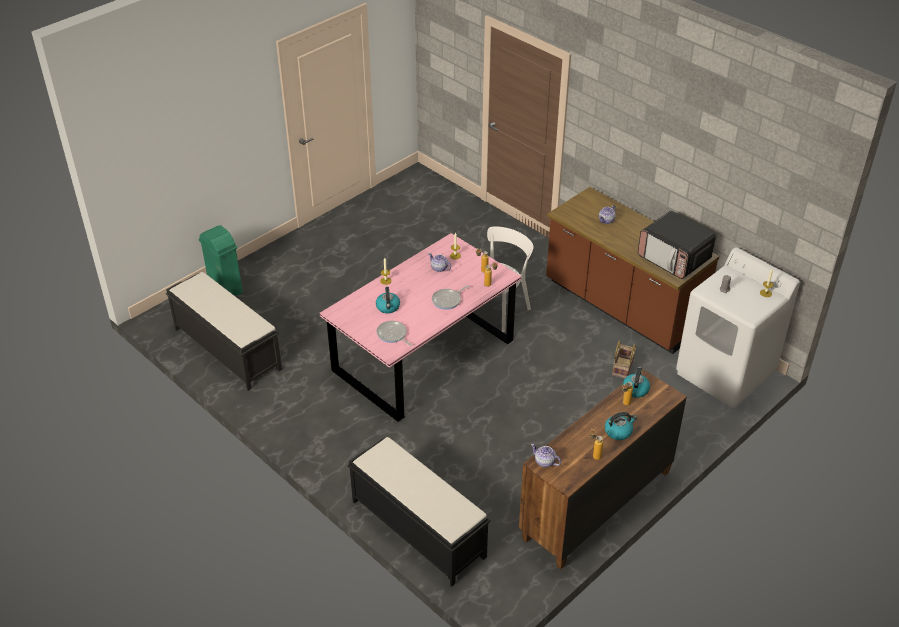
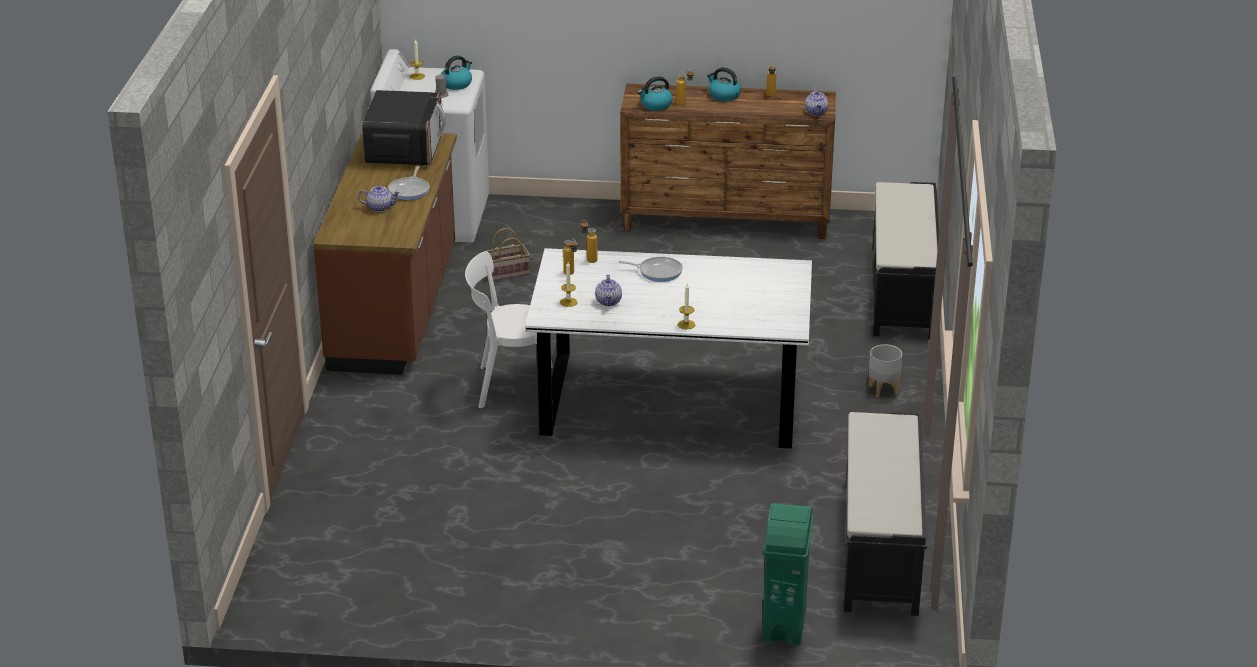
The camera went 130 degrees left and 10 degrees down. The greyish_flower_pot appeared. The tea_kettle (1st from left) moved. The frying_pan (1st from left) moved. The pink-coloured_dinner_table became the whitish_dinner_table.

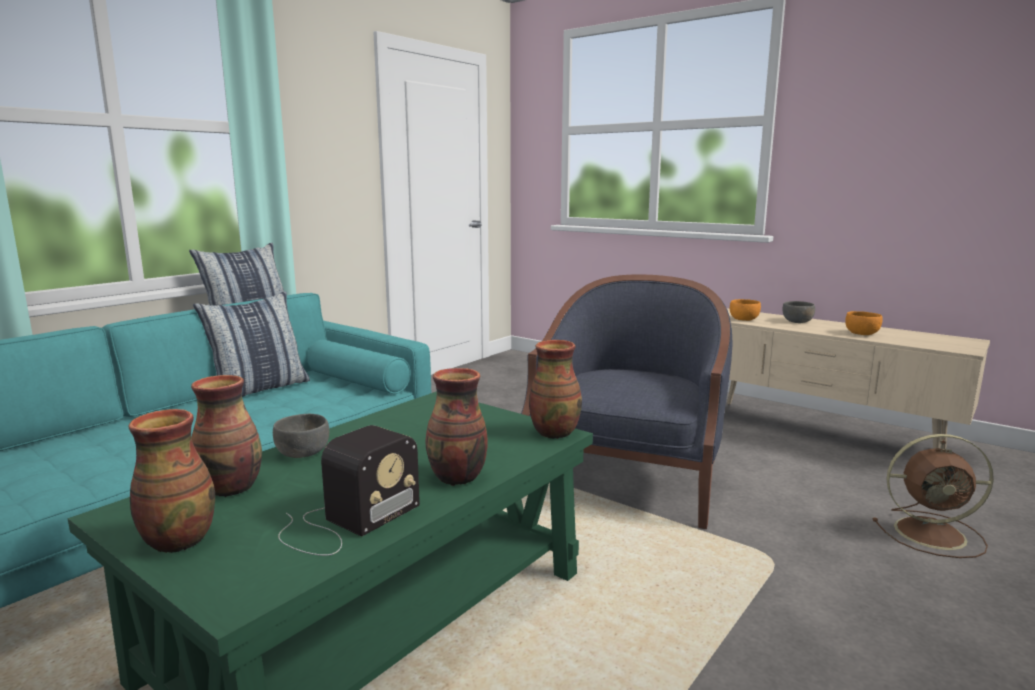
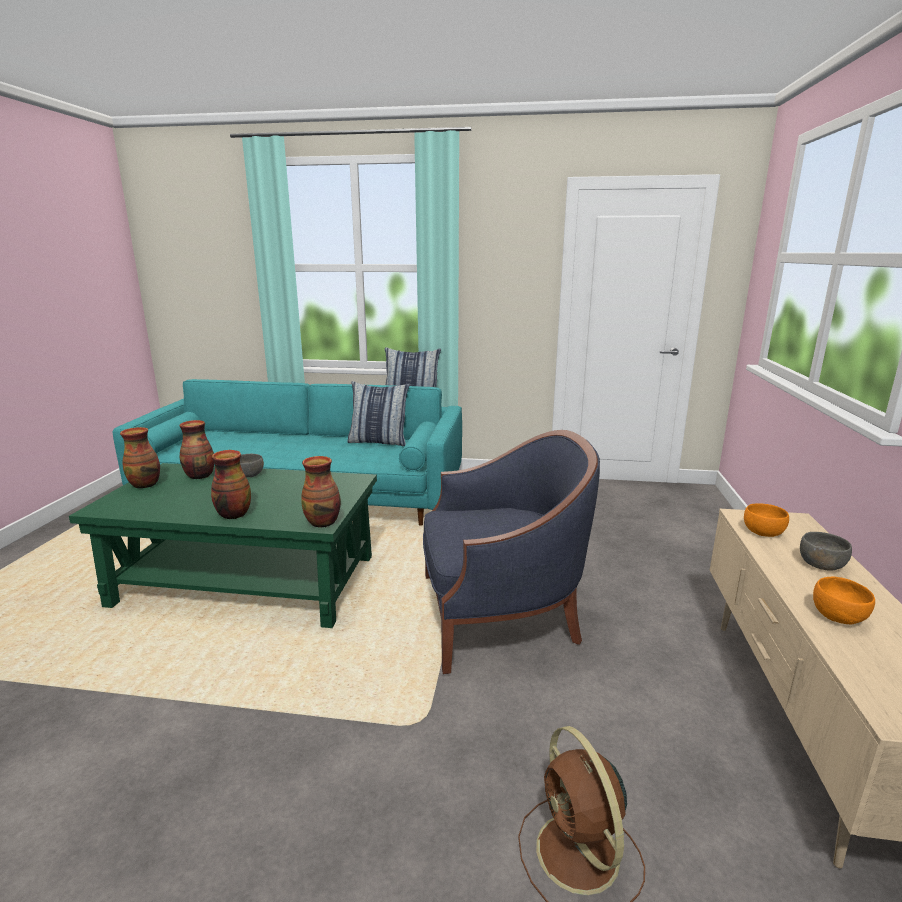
The camera went 60 degrees right and 5 degrees up. The radio_receiver disappeared.

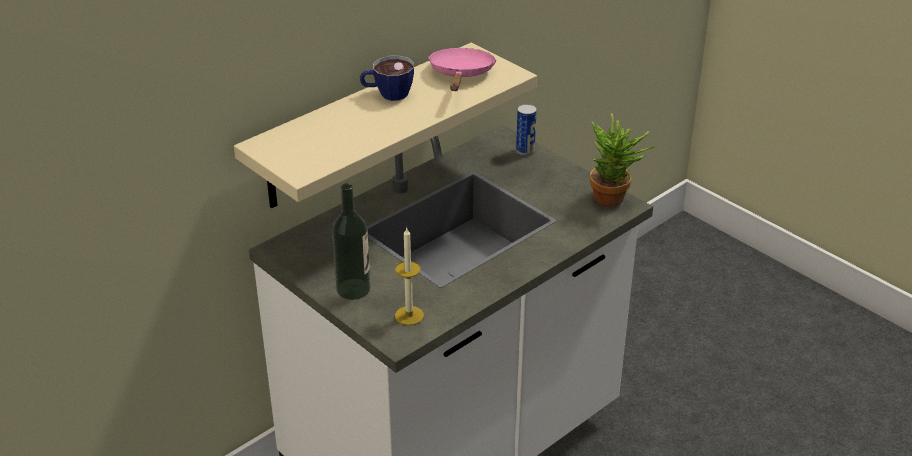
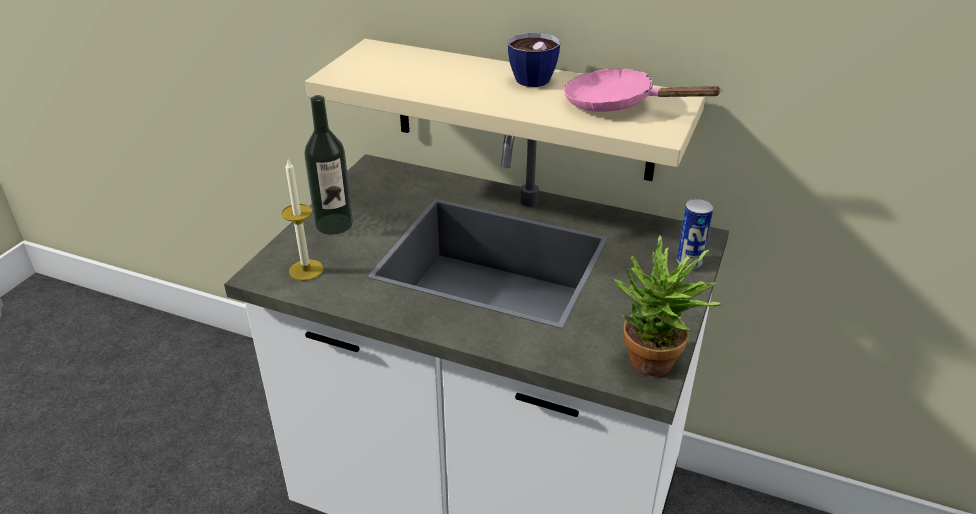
The camera went 65 degrees right and 0 degrees up. The pink-coloured_frying_pan turned 135 degrees counterclockwise.

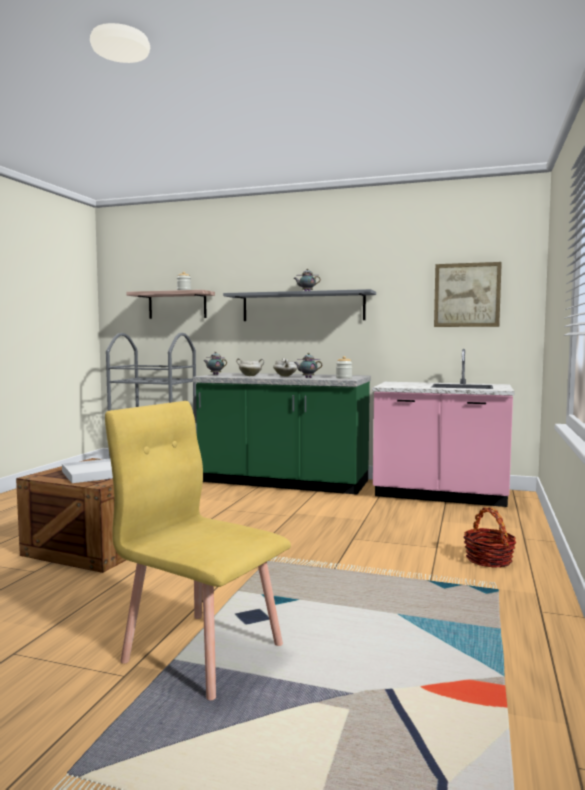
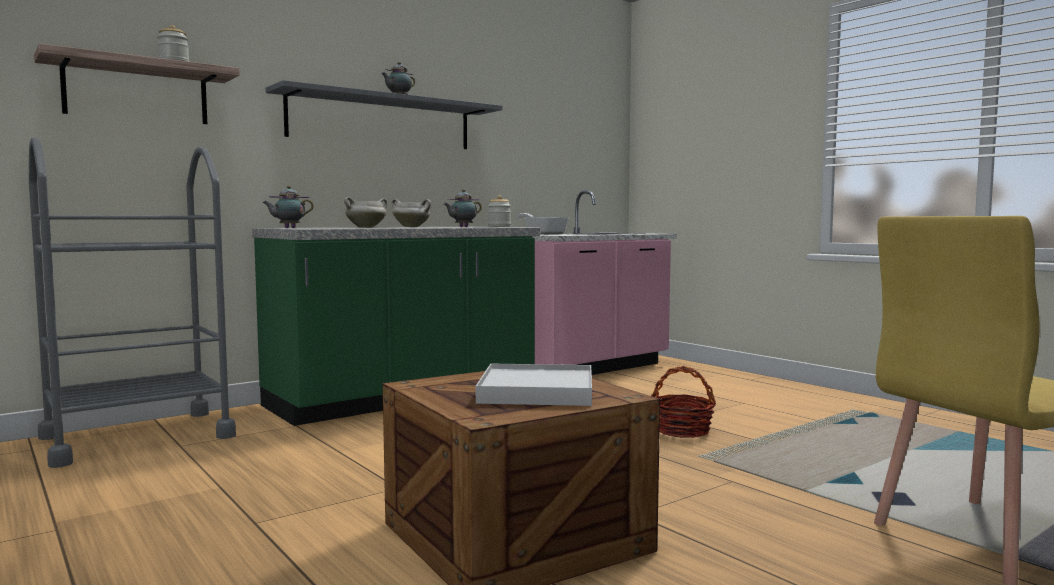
The camera went 55 degrees left and 0 degrees up. The wall_art disappeared. The frying_pan appeared. The household_basket moved.

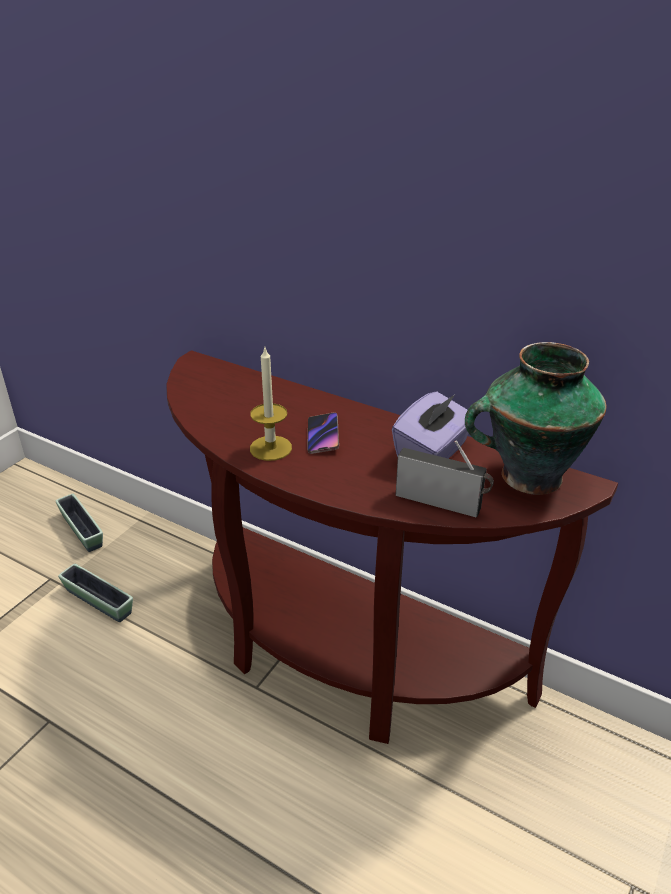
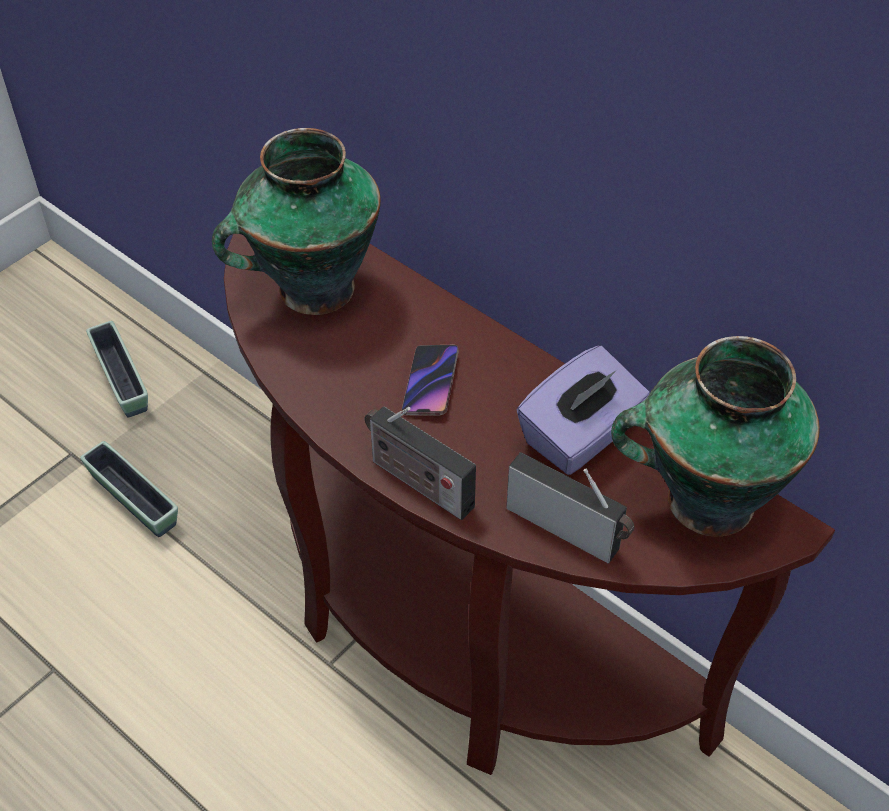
The camera went 10 degrees right and 15 degrees up. The wax_light disappeared. The flower_vase (1st from left) appeared. The radio_receiver (1st from left) appeared.

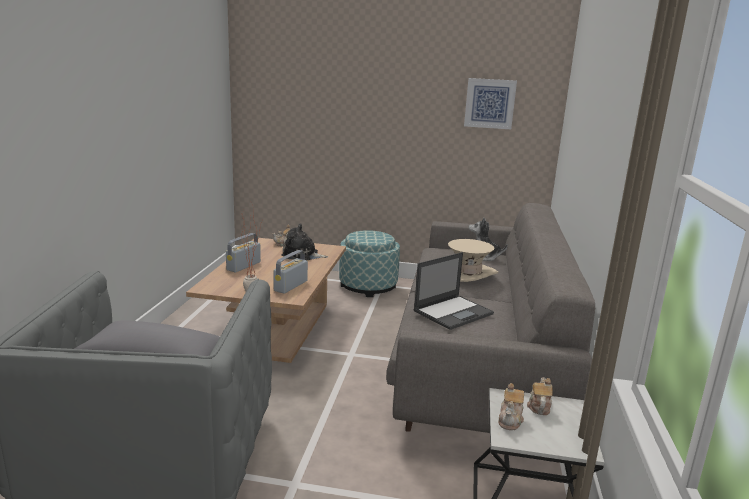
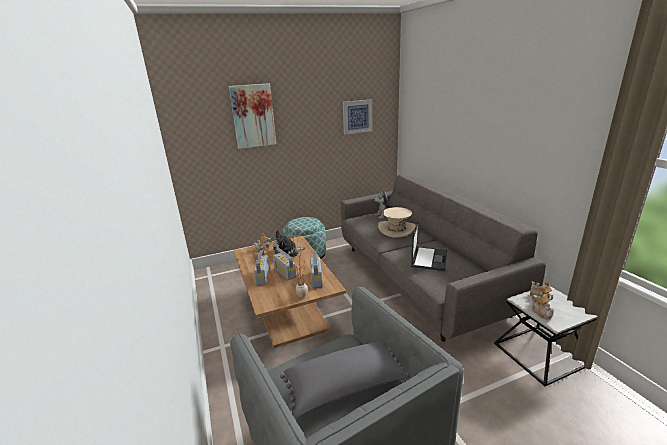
The camera went 30 degrees left and 5 degrees up. The wall_art (1st from left) appeared. The radio_receiver (2nd from left) appeared.

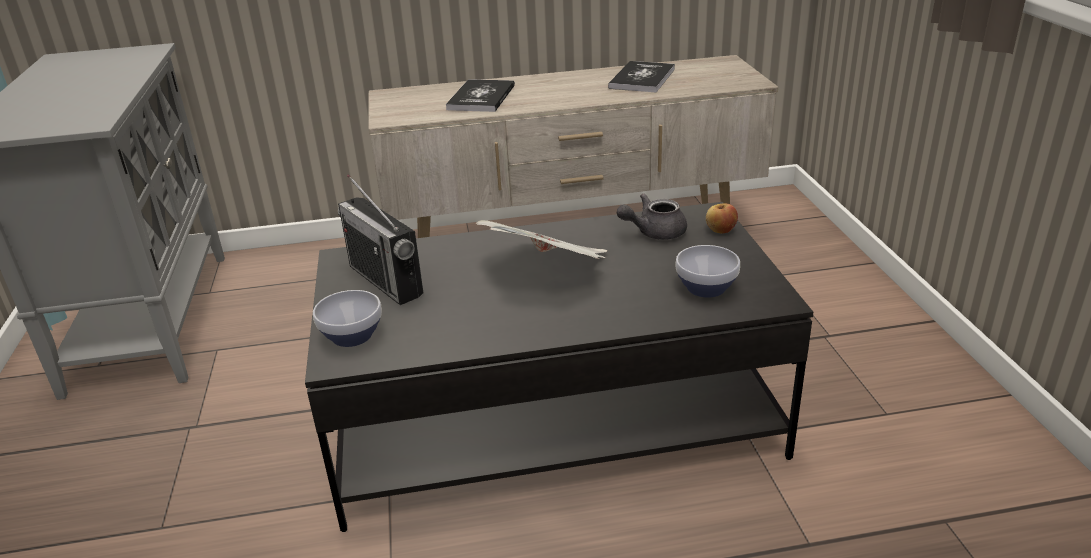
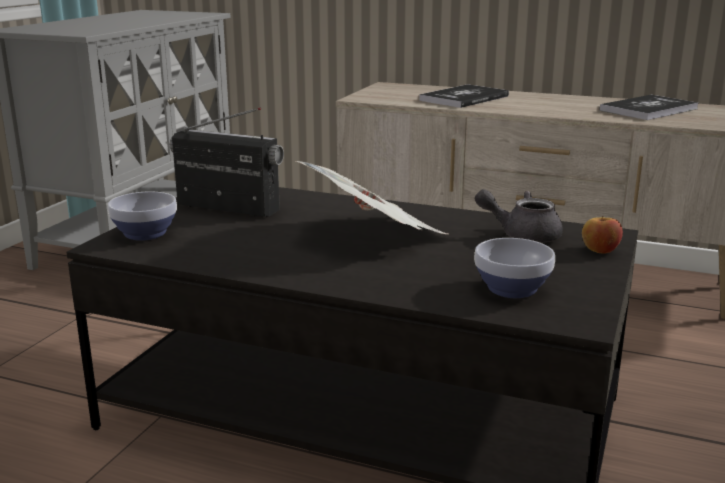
The camera went 30 degrees right and 10 degrees down. The radio_receiver turned 120 degrees clockwise.

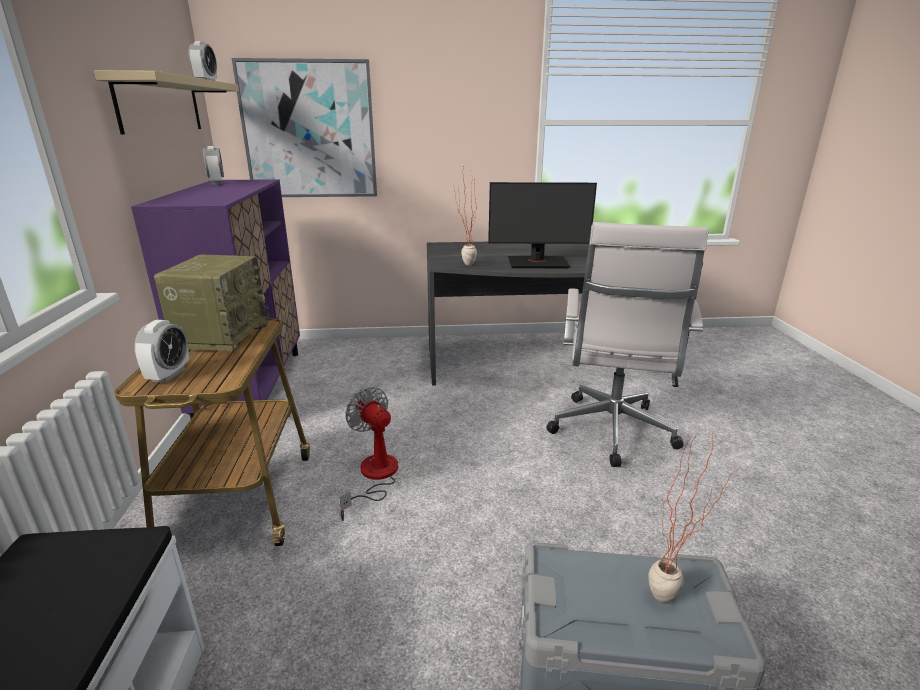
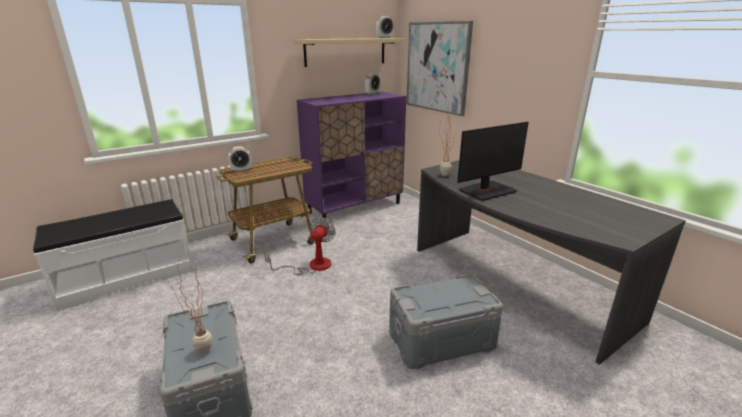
The camera went 60 degrees right and 0 degrees up. The radio_receiver disappeared. The whitish_desk_chair was replaced by the greyish_storage_container (2nd from left). The computer_display turned 90 degrees counterclockwise.

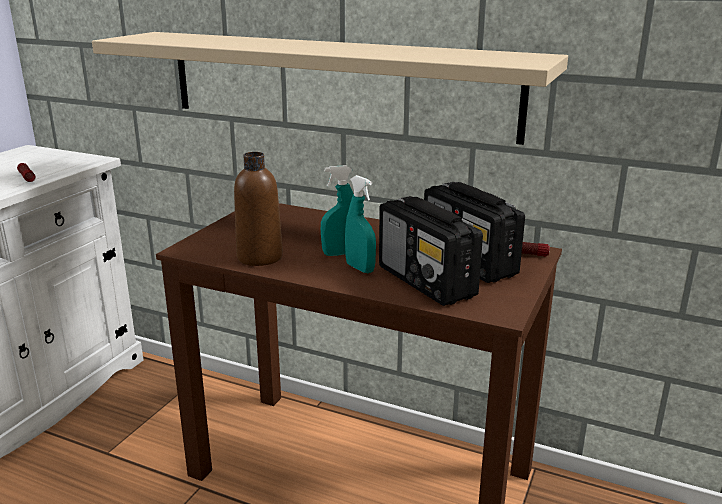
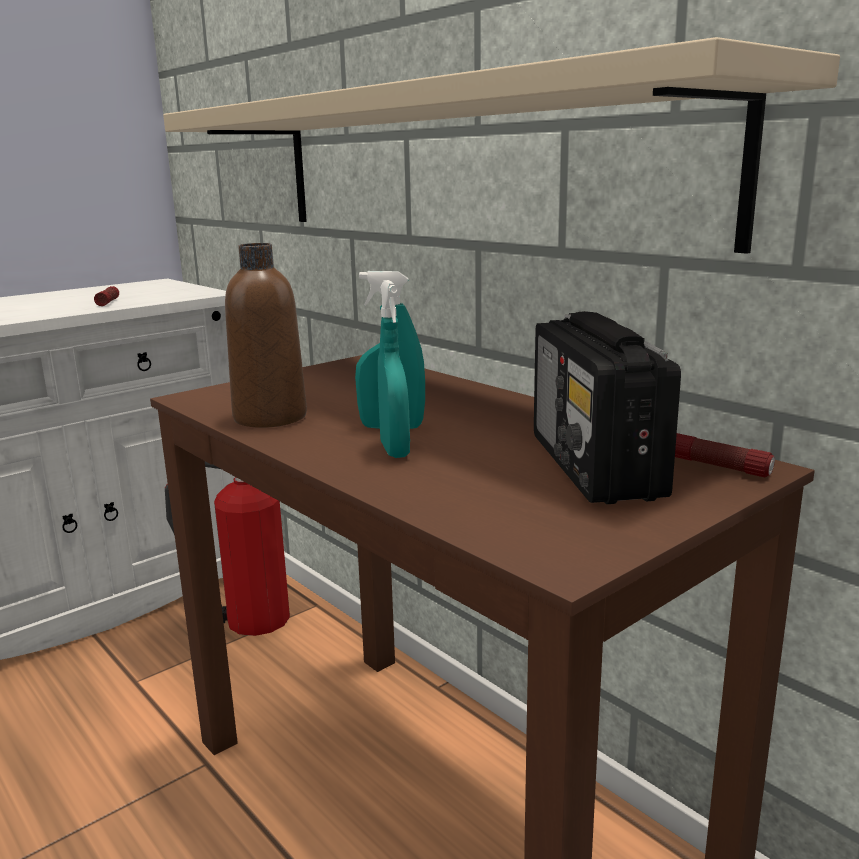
The camera went 25 degrees right and 5 degrees down. The radio_receiver (1st from left) disappeared. The fire_extinguisher appeared.

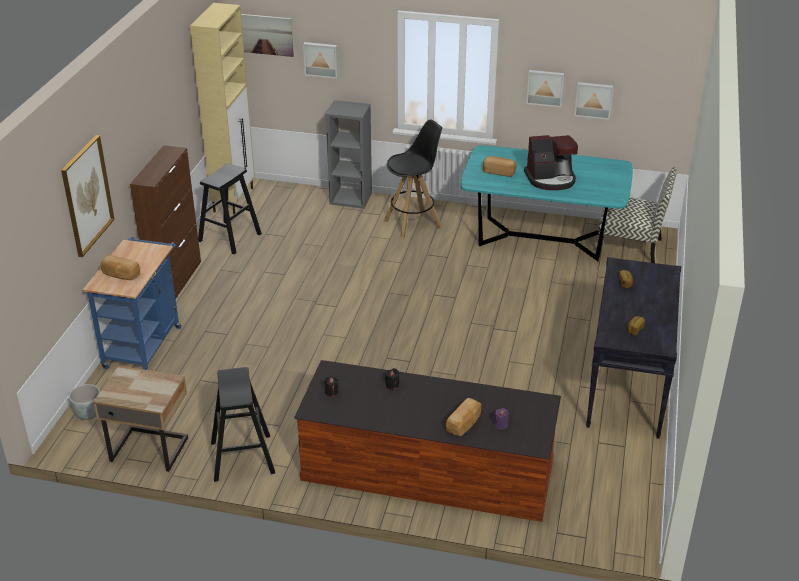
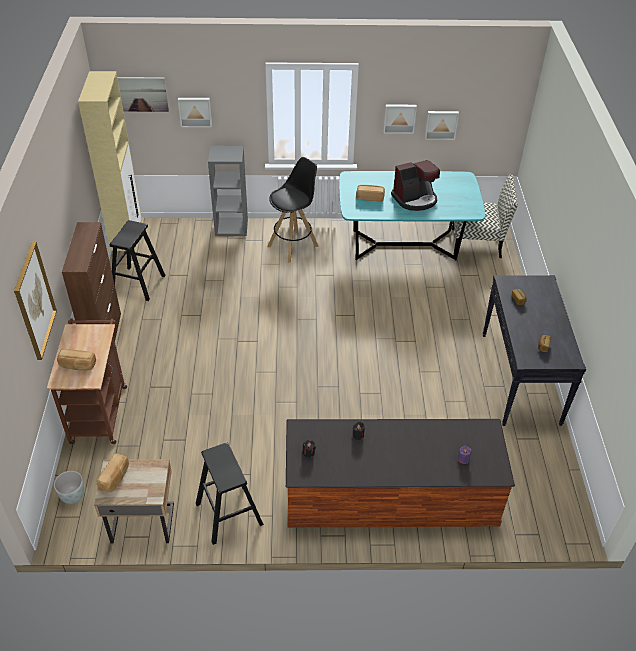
The camera went 15 degrees left and 10 degrees up. The baked_bread (2nd from left) moved. The bluish_trolley became the brown_trolley.

